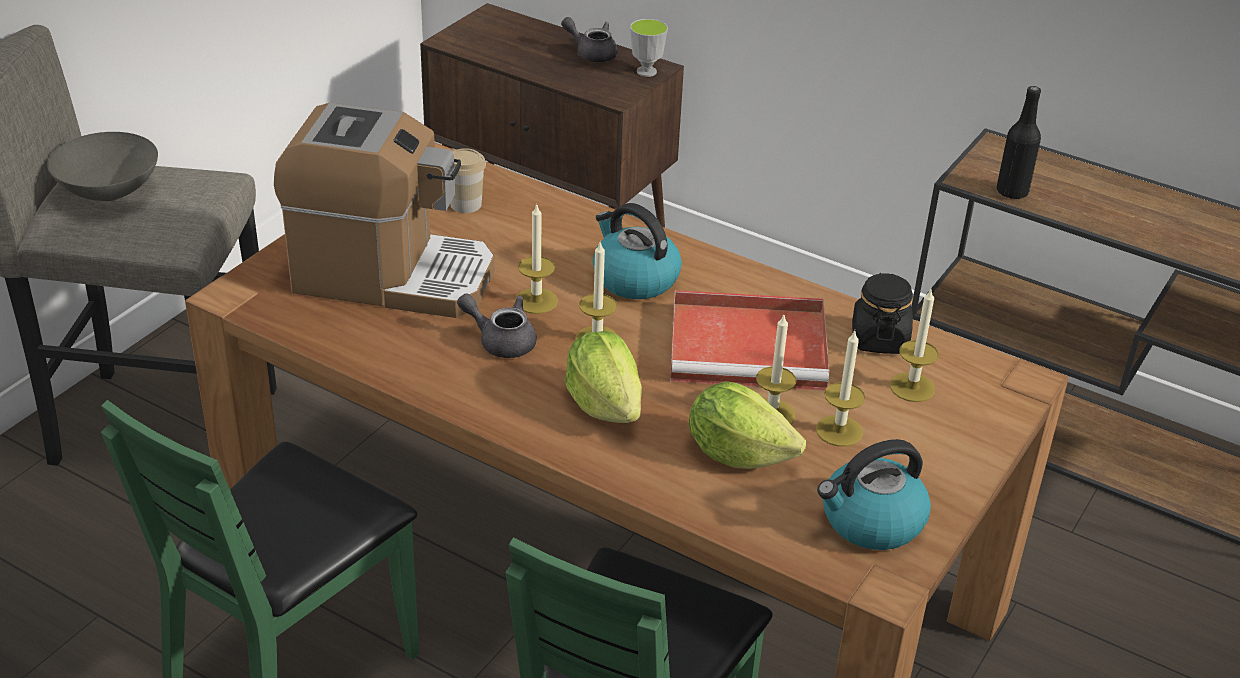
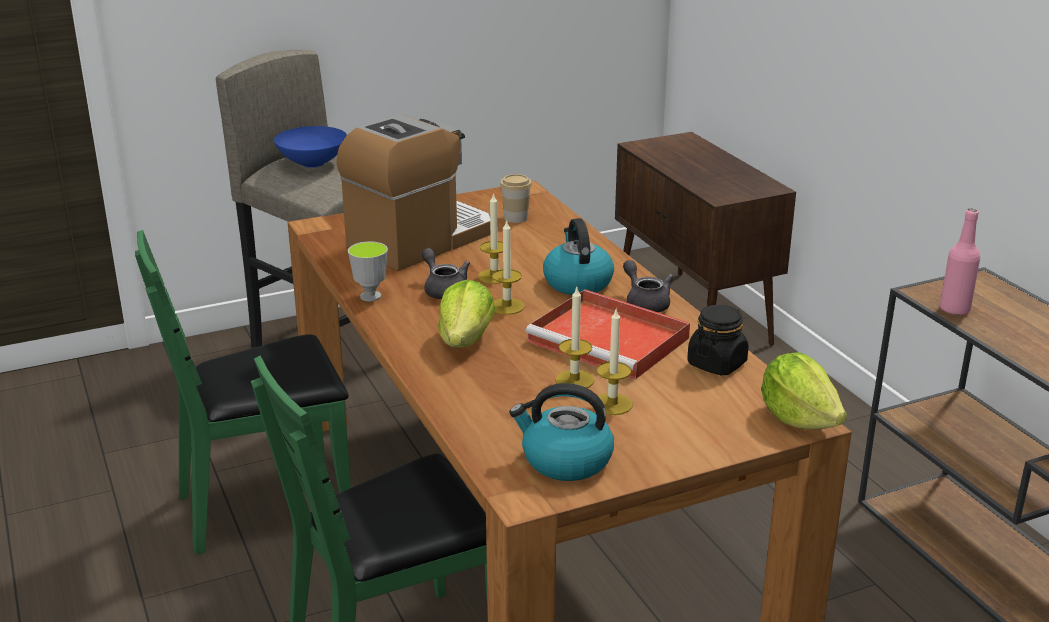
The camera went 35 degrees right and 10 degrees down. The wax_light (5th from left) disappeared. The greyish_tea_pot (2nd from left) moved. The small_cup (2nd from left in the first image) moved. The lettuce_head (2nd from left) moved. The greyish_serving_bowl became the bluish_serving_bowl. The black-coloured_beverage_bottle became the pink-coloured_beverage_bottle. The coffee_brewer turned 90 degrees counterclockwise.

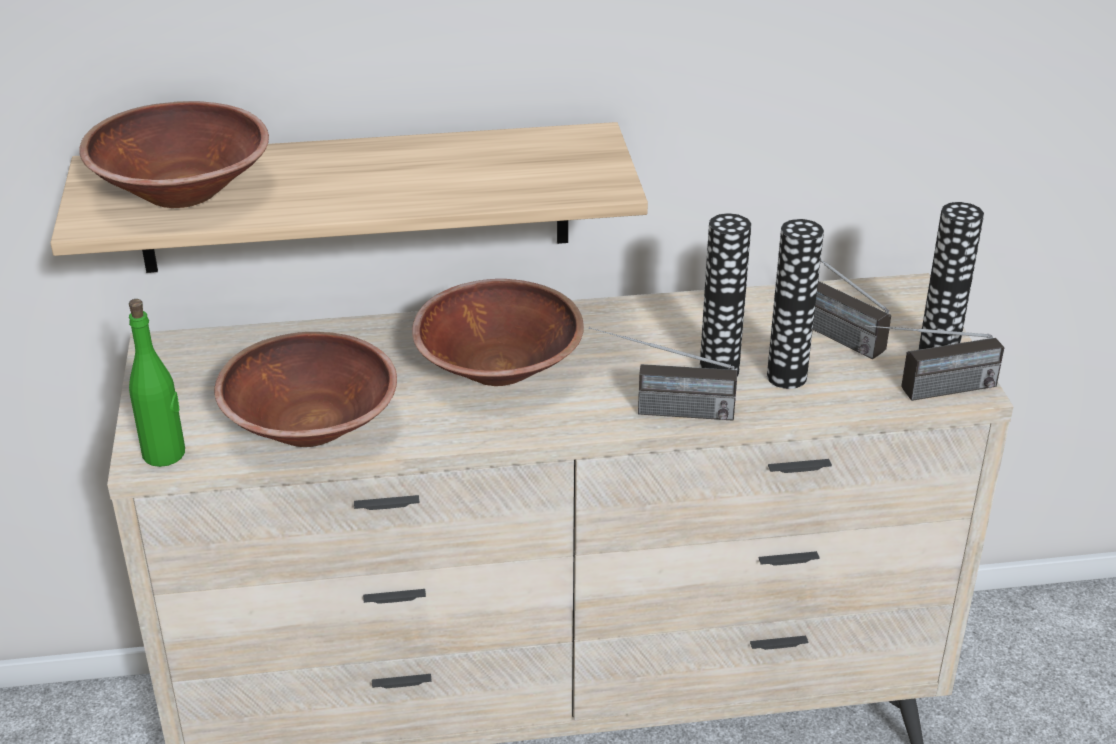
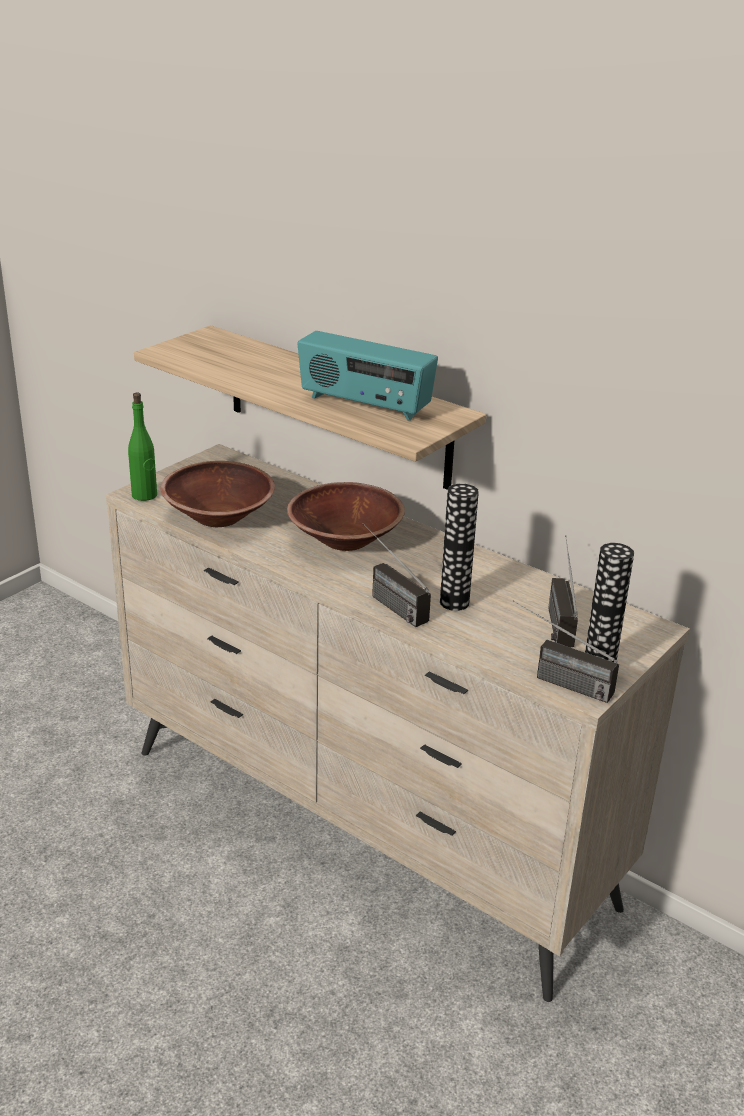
The camera went 45 degrees right and 5 degrees down. The brown_serving_bowl (1st from left) disappeared. The flower_vase (2nd from left) disappeared. The radio_receiver (1st from left) appeared.

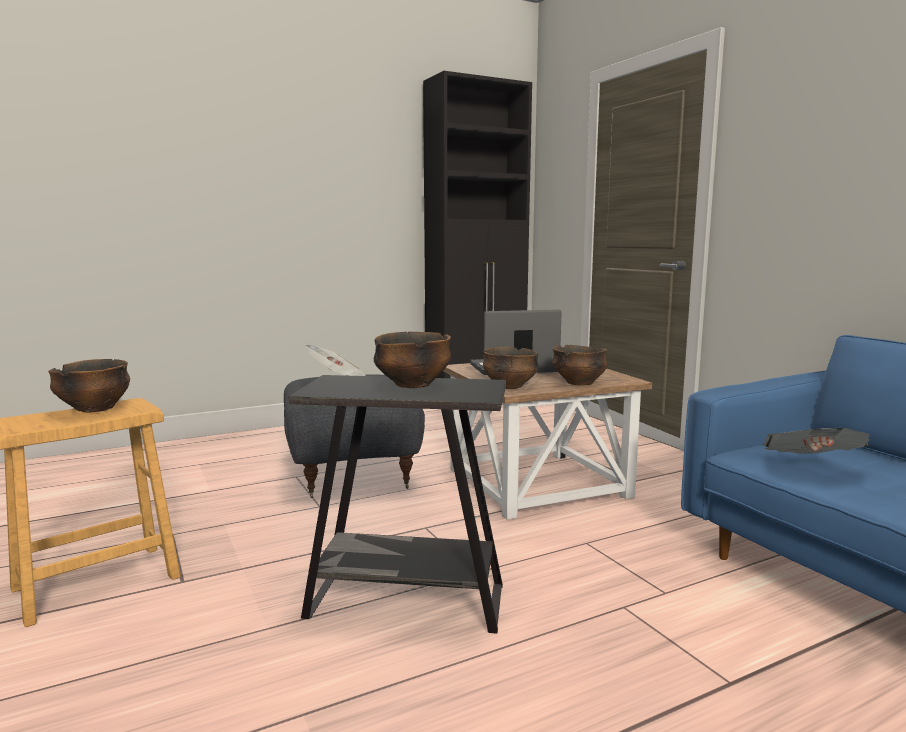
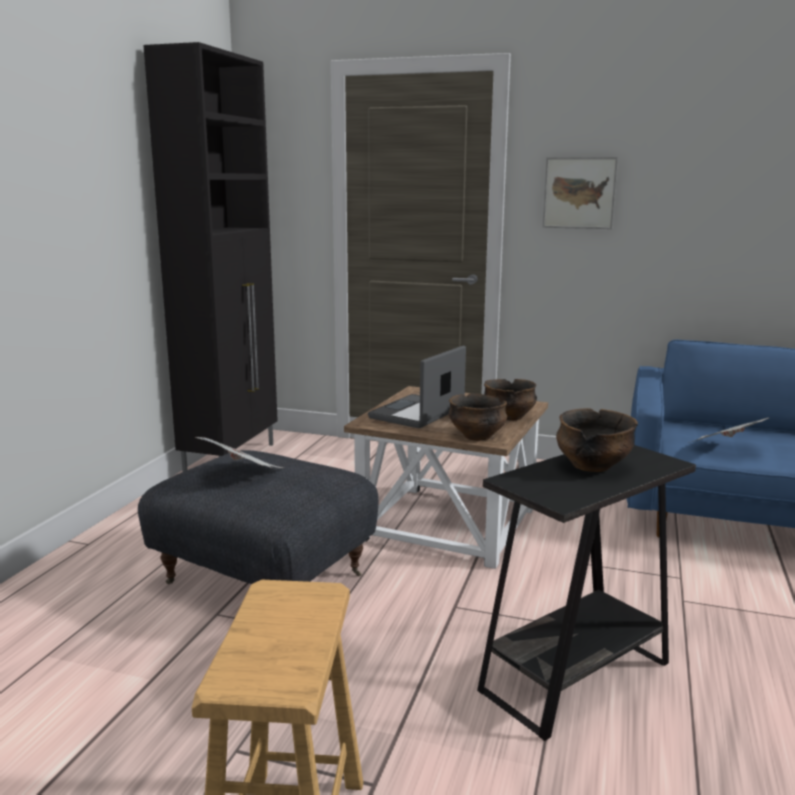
The camera went 45 degrees left and 5 degrees up. The serving_bowl (1st from left) disappeared. The wall_art appeared.

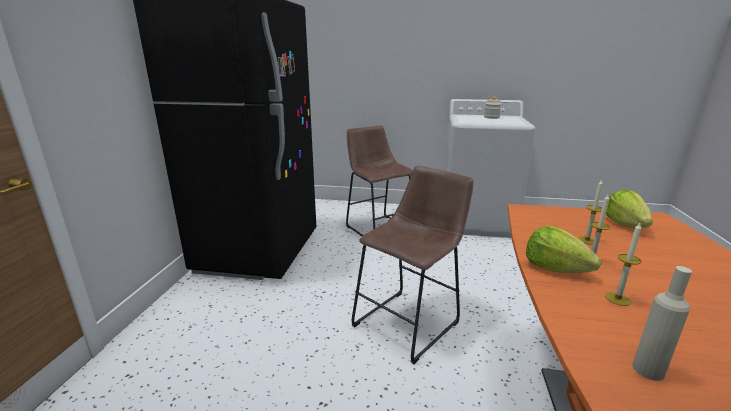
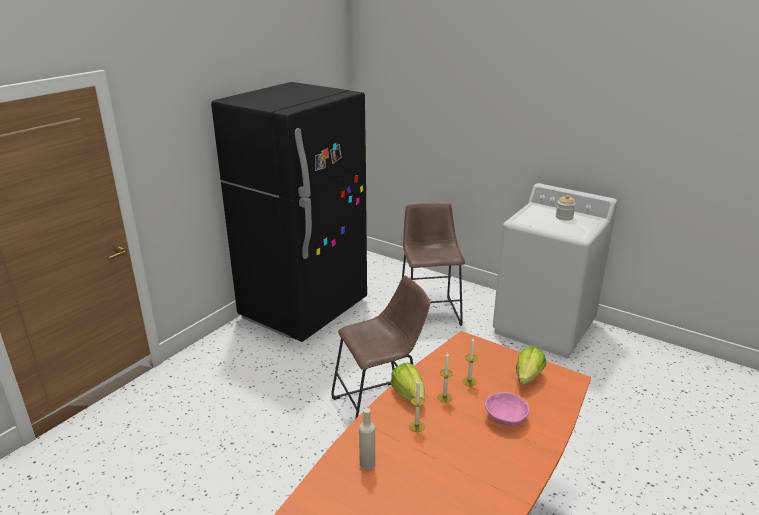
The camera went 25 degrees right and 5 degrees up. The pink-coloured_serving_bowl appeared.

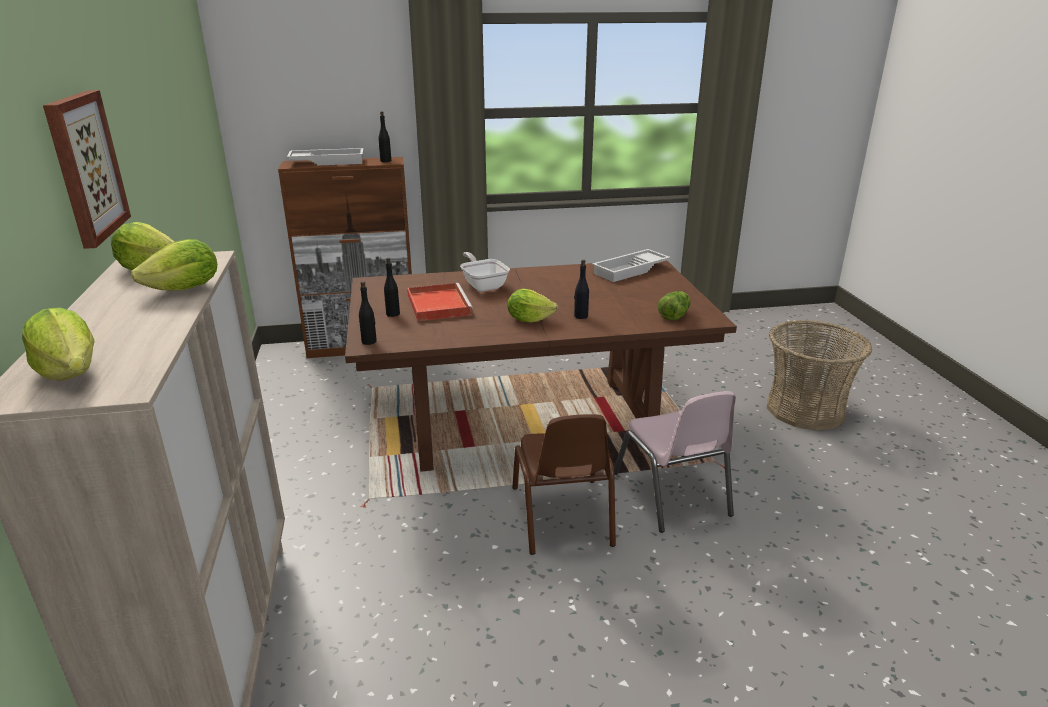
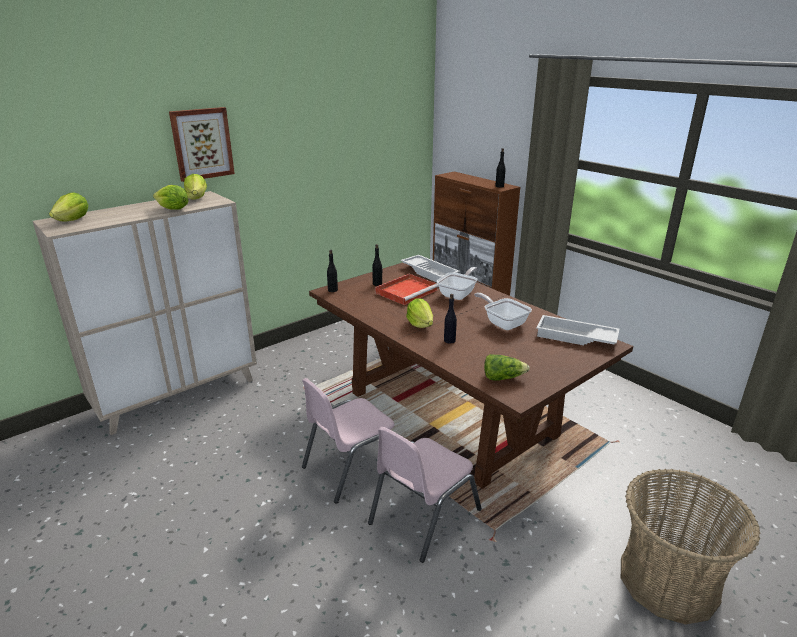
The camera went 60 degrees right and 0 degrees up. The frying_pan (2nd from left) appeared. The whitish_carrying_tray (1st from left) moved. The brown_upright_chair became the pink-coloured_upright_chair (1st from left).

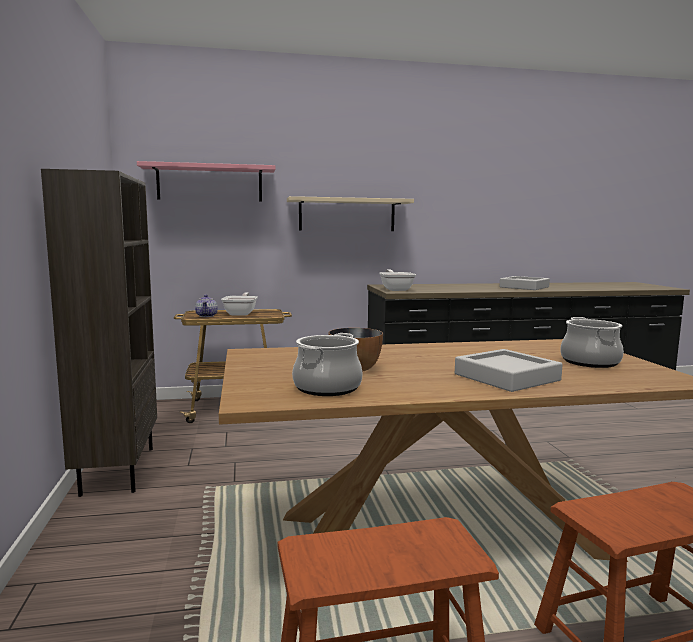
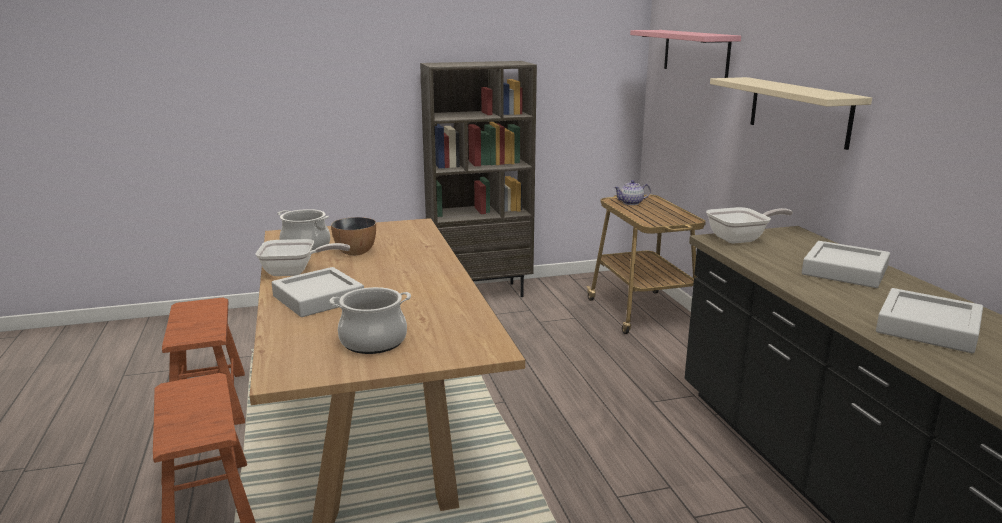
The camera went 85 degrees right and 10 degrees up. The greyish_carrying_tray (2nd from left) appeared. The frying_pan (1st from left) moved.

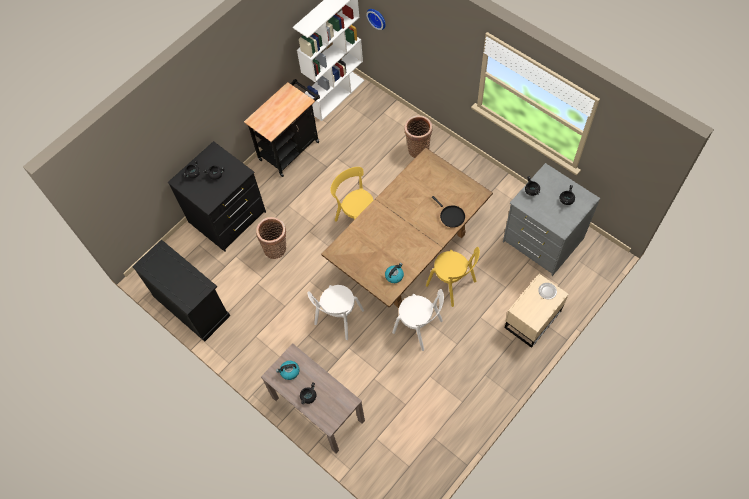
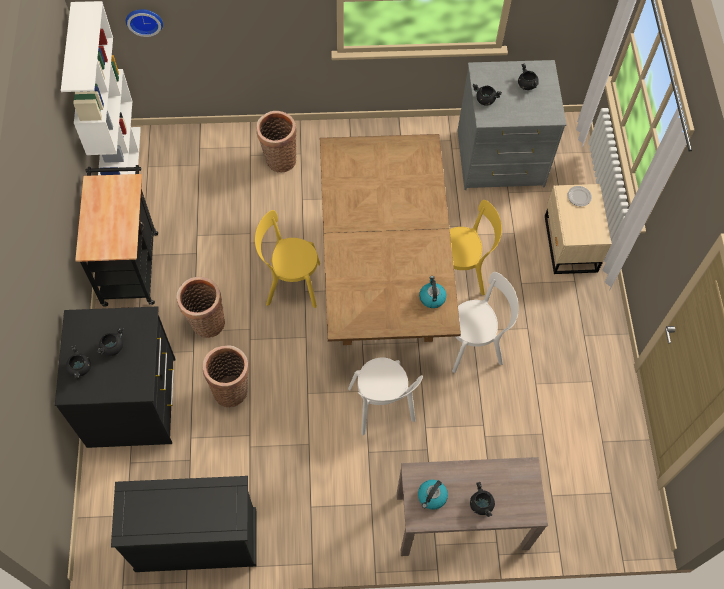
The camera went 50 degrees left and 0 degrees up. The black-coloured_frying_pan disappeared. The household_basket (1st from left) appeared.

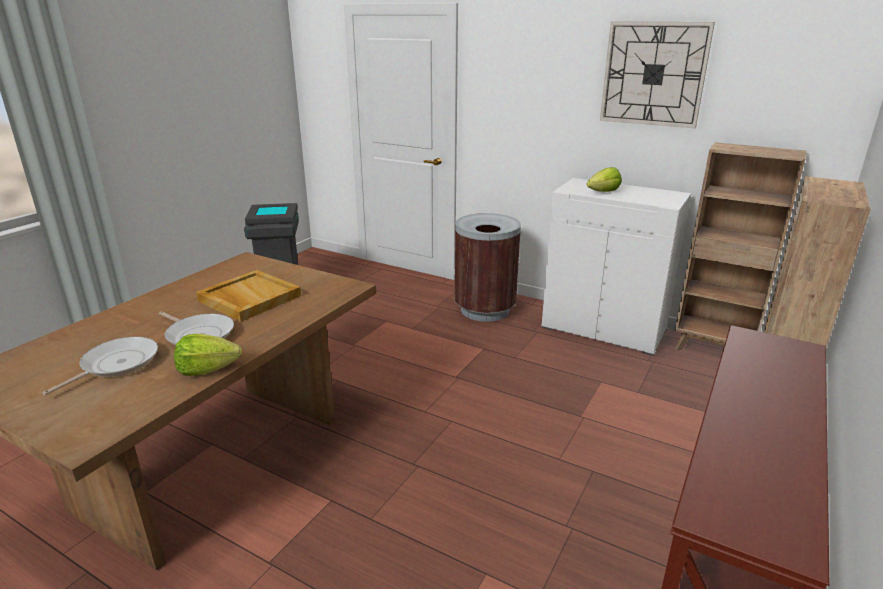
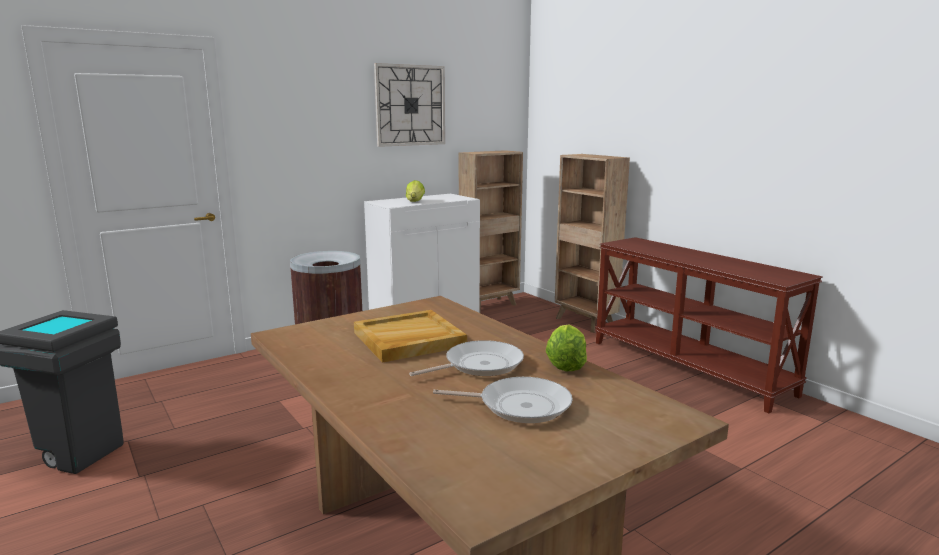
The camera went 65 degrees left and 10 degrees down. The frying_pan (1st from left in the first image) turned 135 degrees clockwise.

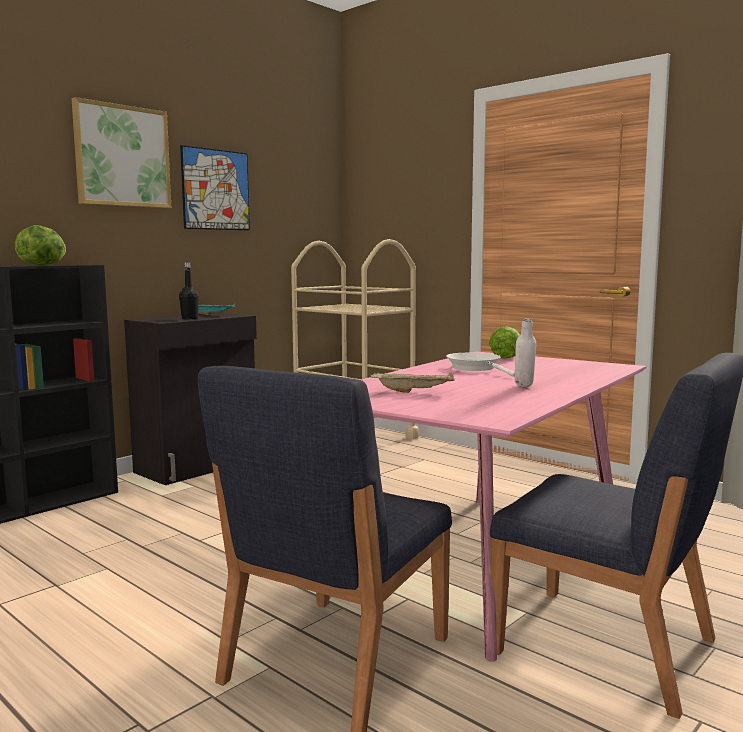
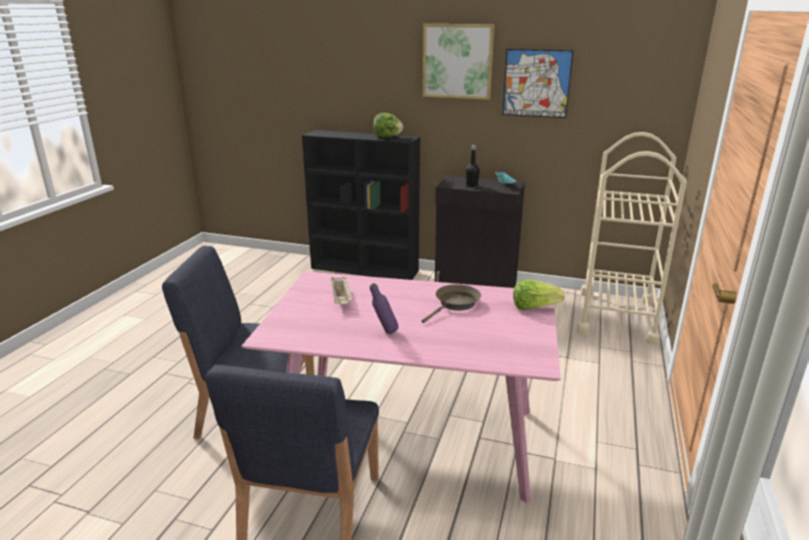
The camera went 65 degrees right and 15 degrees up. The whitish_frying_pan became the brown_frying_pan. The whitish_beverage_bottle became the purple_beverage_bottle.

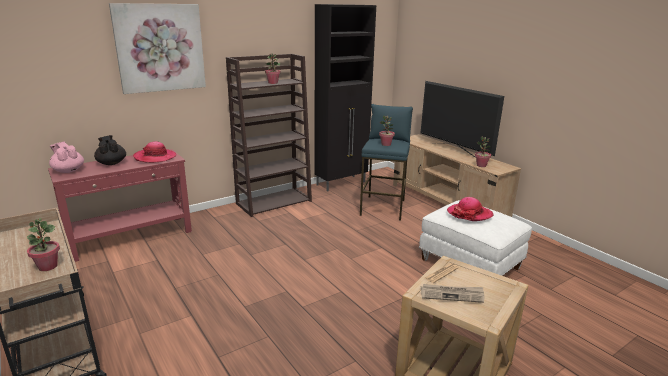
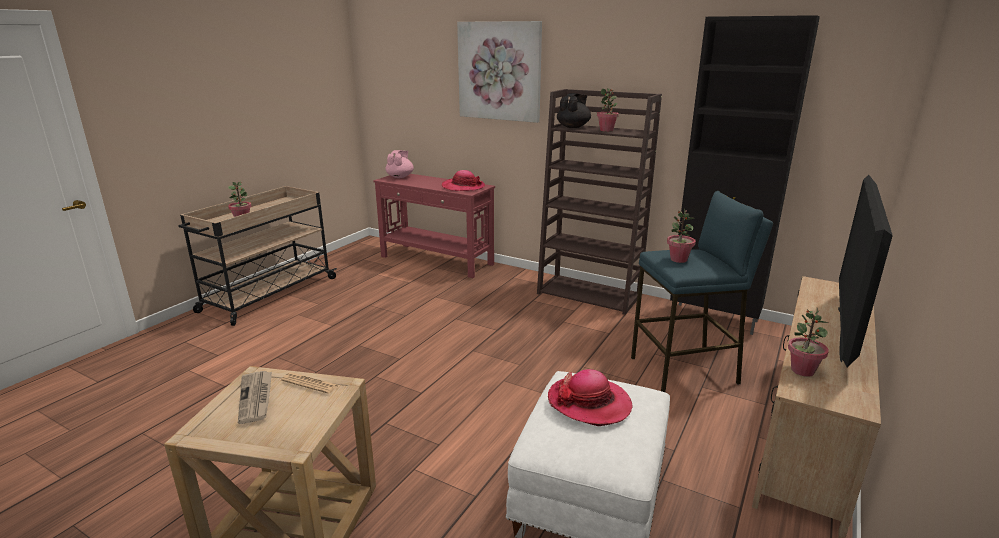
The camera went 65 degrees right and 0 degrees up. The black-coloured_tea_pot moved.

